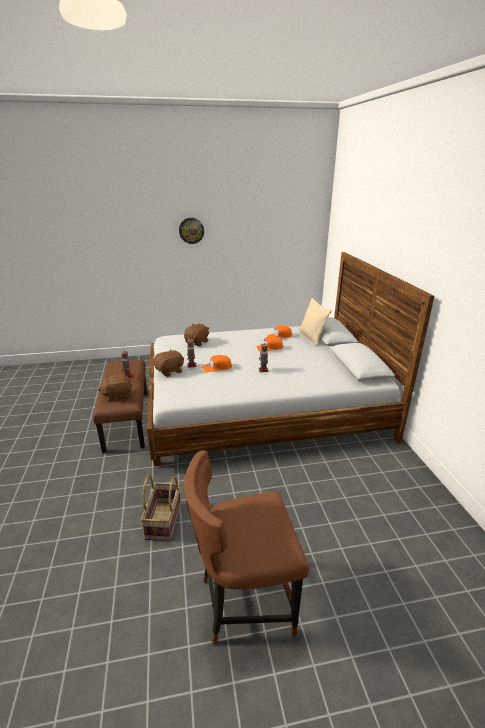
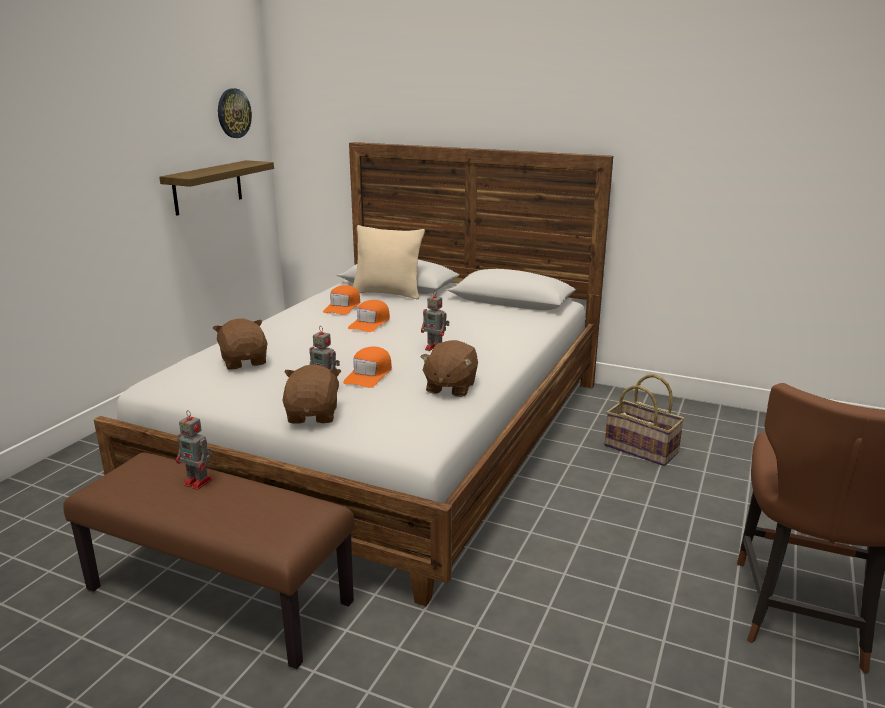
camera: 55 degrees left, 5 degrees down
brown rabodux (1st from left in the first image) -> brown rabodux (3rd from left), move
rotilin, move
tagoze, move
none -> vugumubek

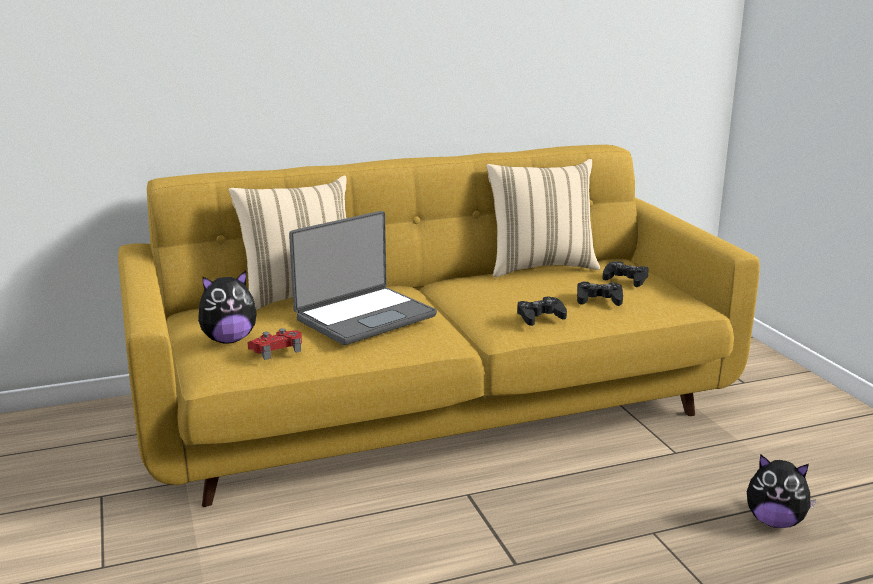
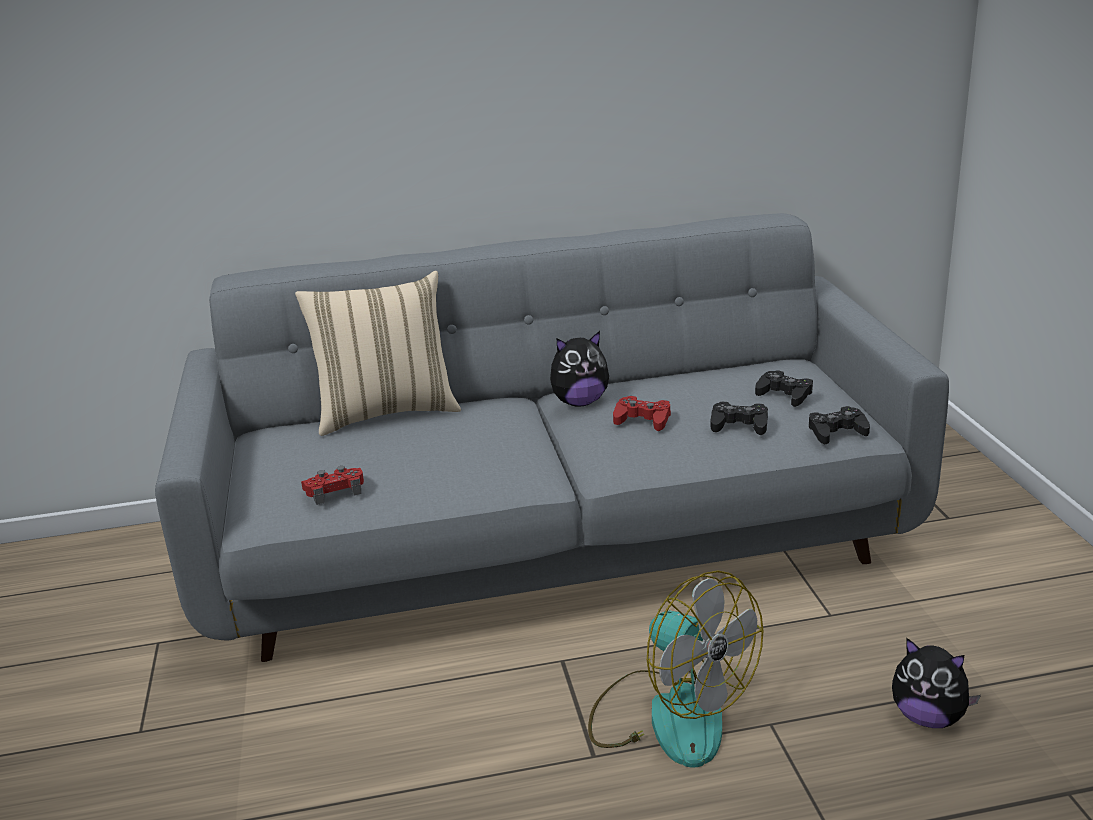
camera: 10 degrees right, 5 degrees up
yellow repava -> grey repava
rabodux (1st from left), move
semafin -> none
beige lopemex (2nd from left) -> none
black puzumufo (1st from left in the first image) -> black puzumufo (3rd from left), move
none -> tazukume
none -> red puzumufo (2nd from left)

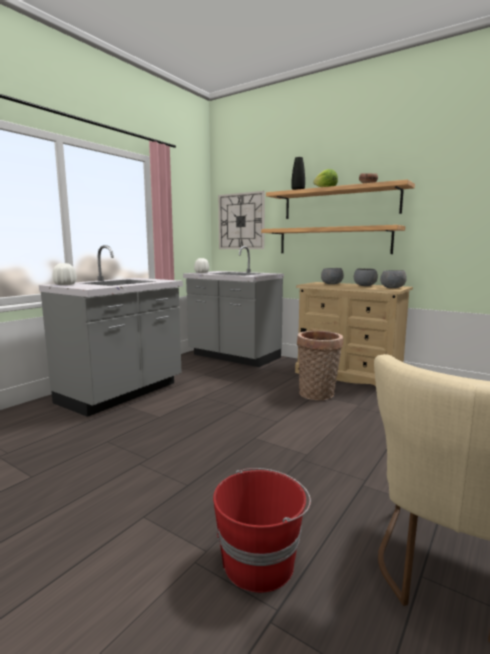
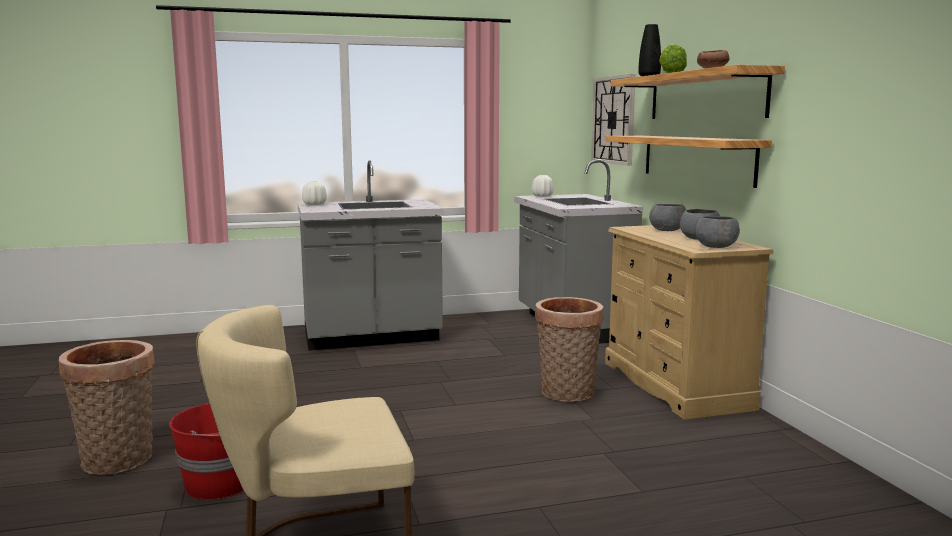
camera: 40 degrees right, 0 degrees up
none -> rotilin (1st from left)

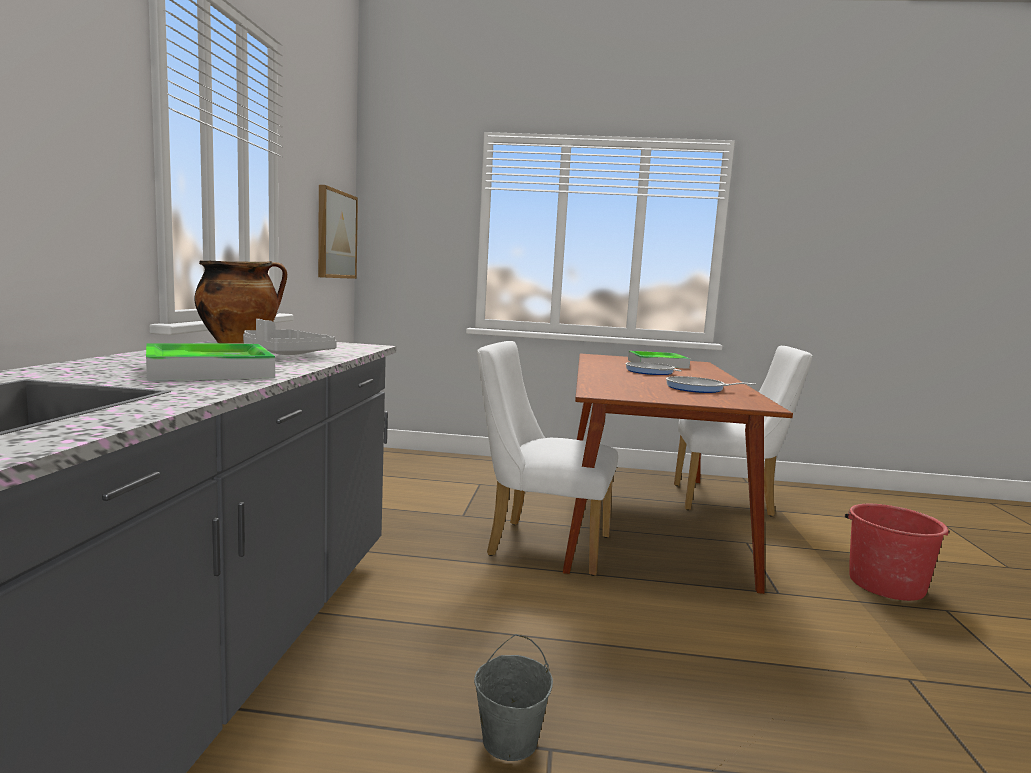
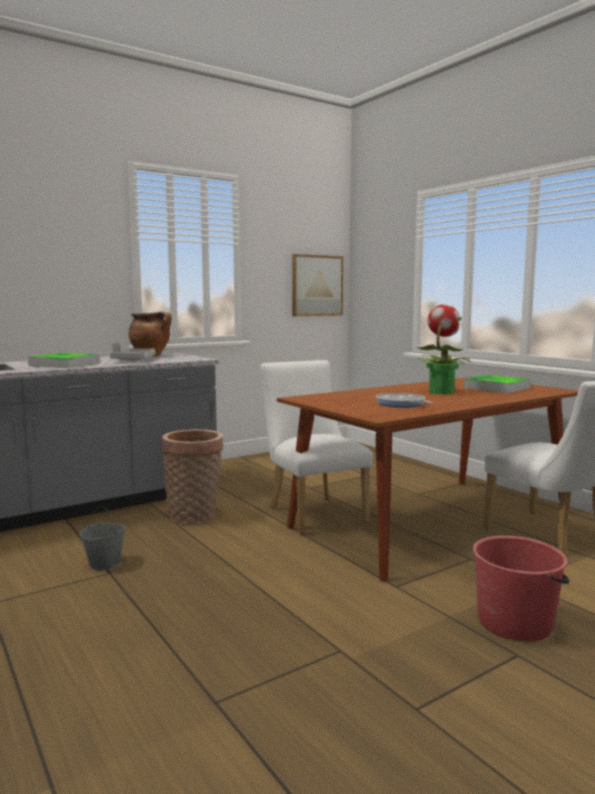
camera: 50 degrees right, 0 degrees up
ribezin (1st from left) -> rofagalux
none -> rotilin

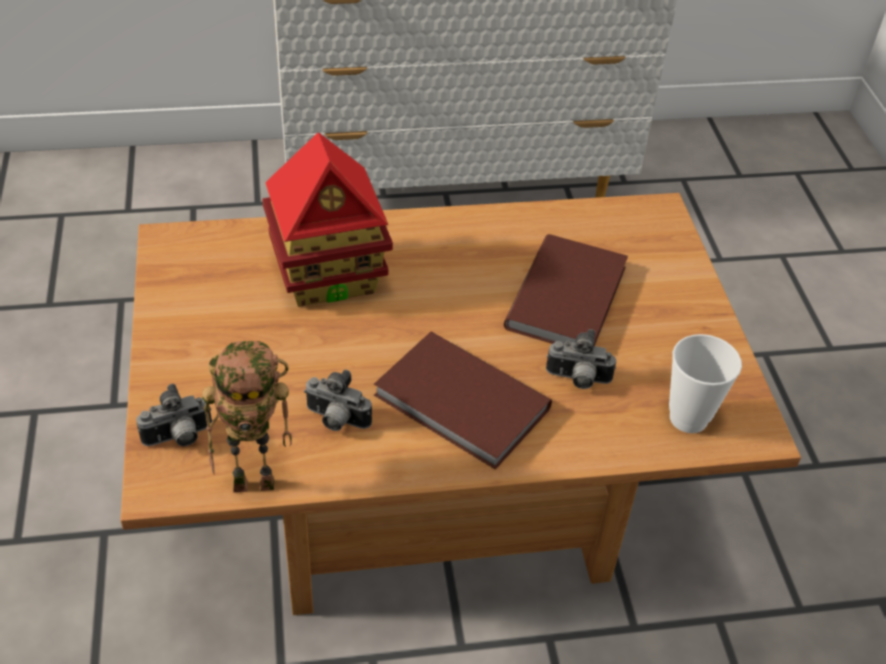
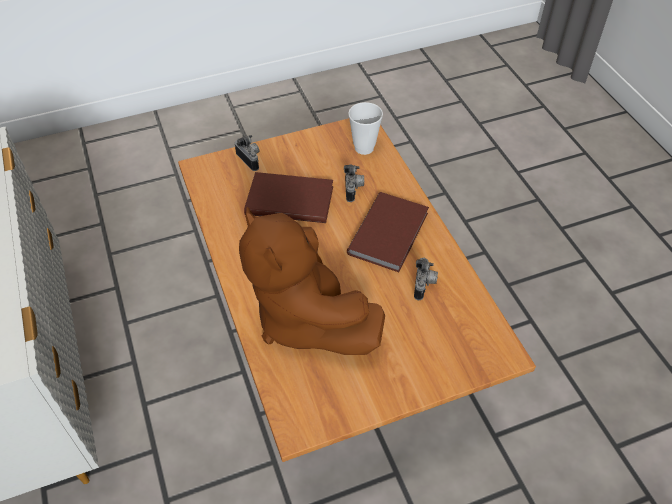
camera: 100 degrees left, 5 degrees up
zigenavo (1st from left), move
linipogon -> none
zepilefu -> brown rabodux

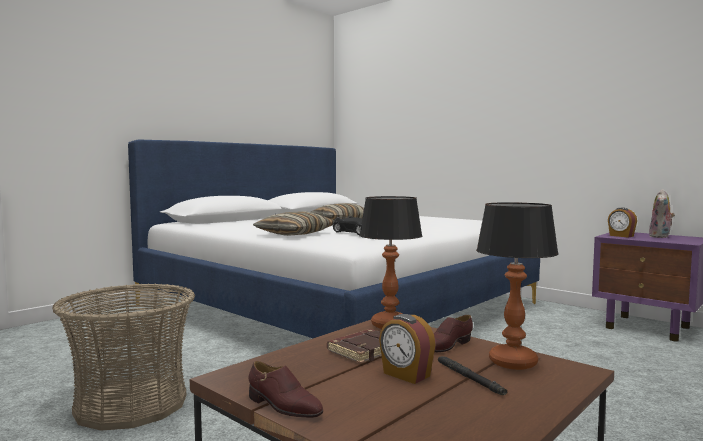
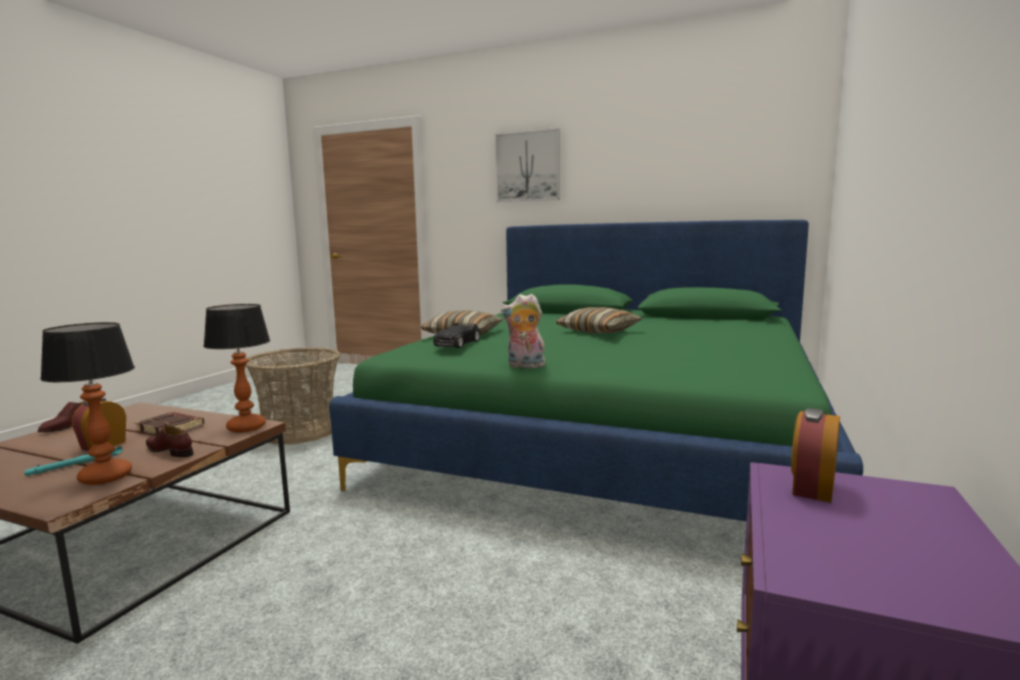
camera: 70 degrees right, 5 degrees up
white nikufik -> green nikufik
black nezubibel -> turquoise nezubibel
rabodux, move
none -> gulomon

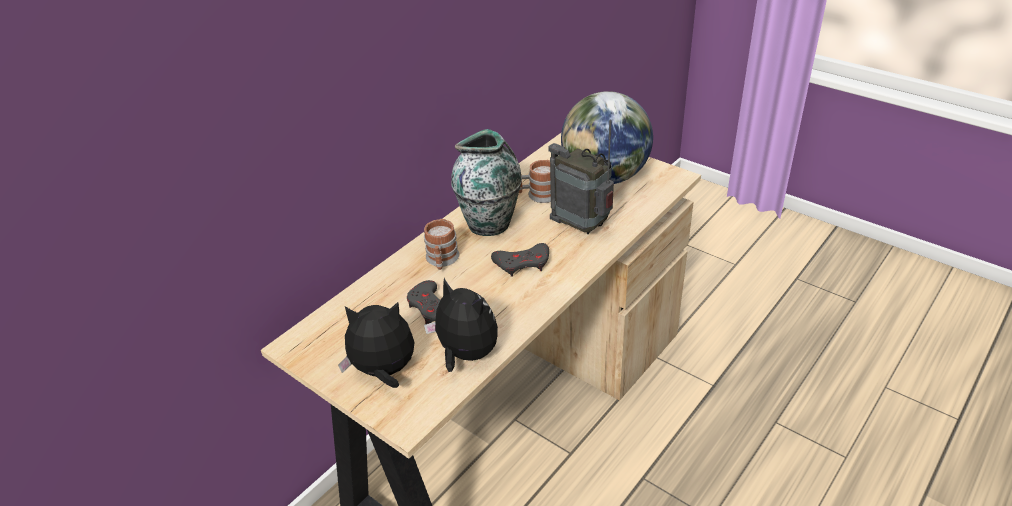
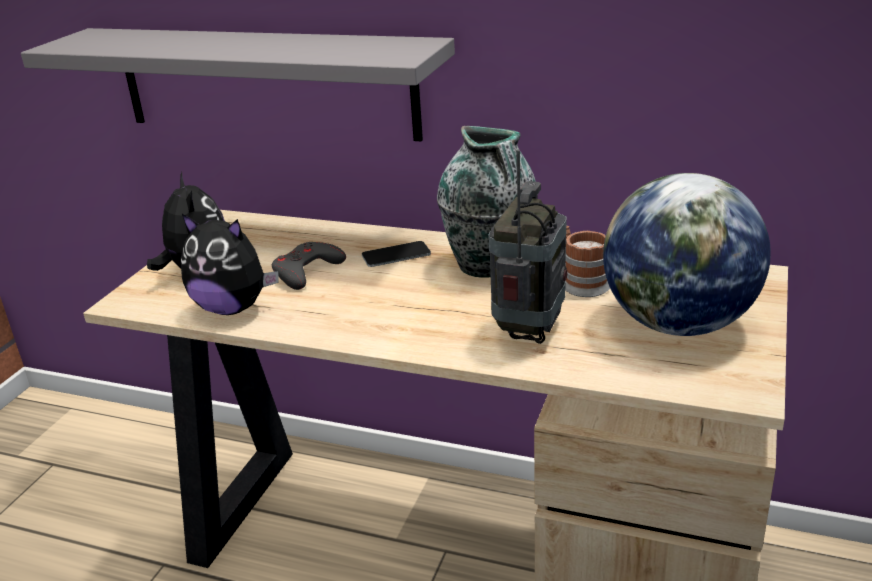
camera: 70 degrees right, 10 degrees down
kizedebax (1st from left) -> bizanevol
rabodux (2nd from left), 90 degrees clockwise
grey puzumufo (2nd from left) -> none
none -> grey vugumubek

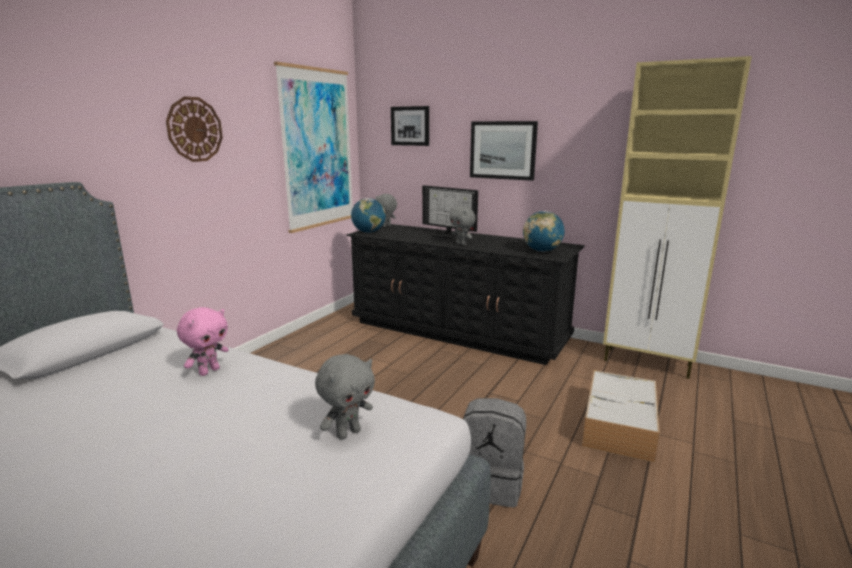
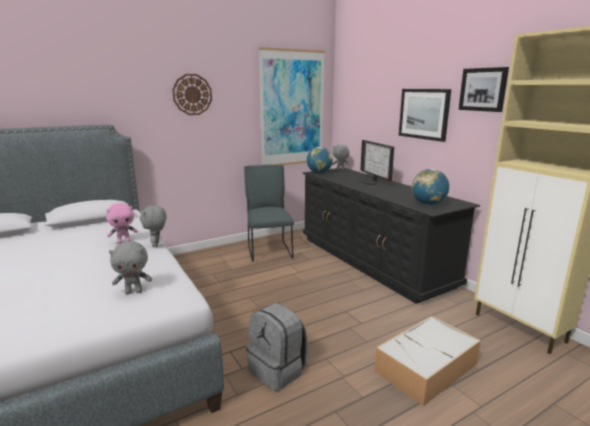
camera: 30 degrees right, 0 degrees up
gulomon (2nd from left in the first image) -> gulomon (3rd from left), move
grey rabodux (3rd from left in the first image) -> grey rabodux (2nd from left), move
none -> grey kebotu

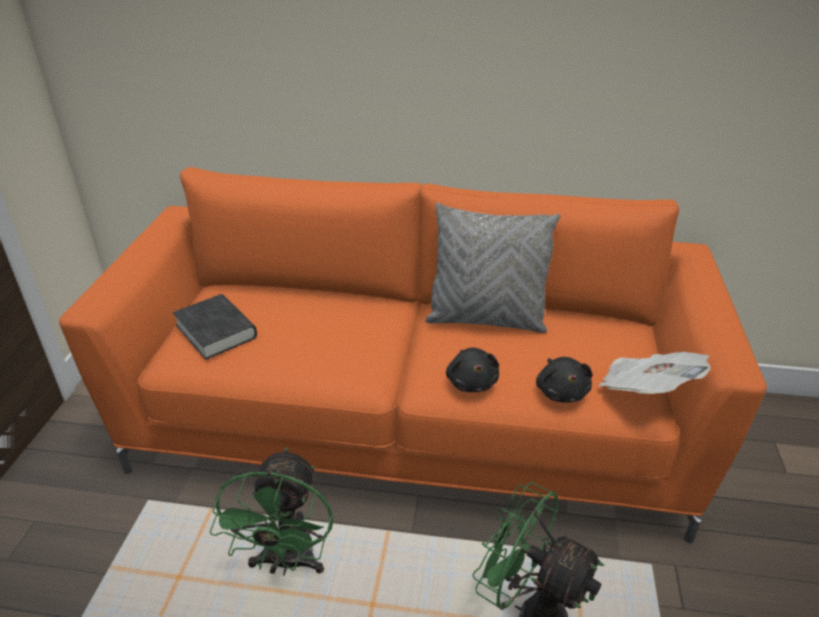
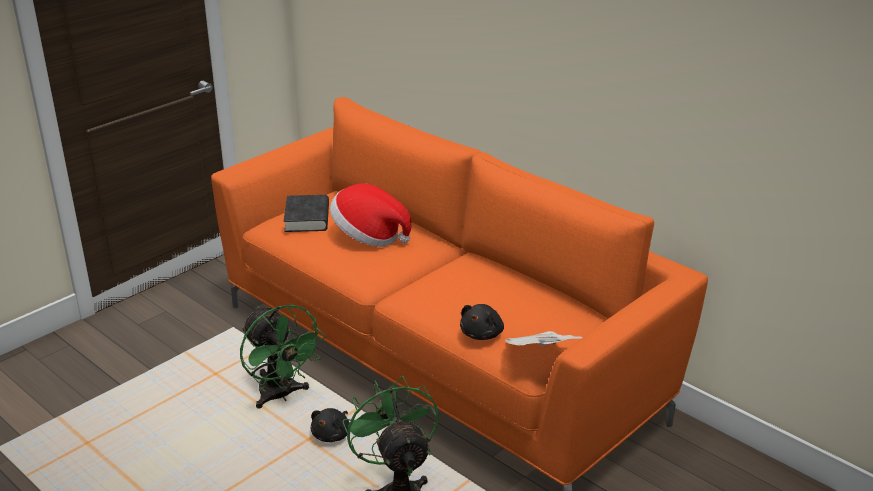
camera: 35 degrees right, 5 degrees down
green tazukume (1st from left), 75 degrees counterclockwise
grey lopemex -> none
black rabodux (1st from left), move
none -> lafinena

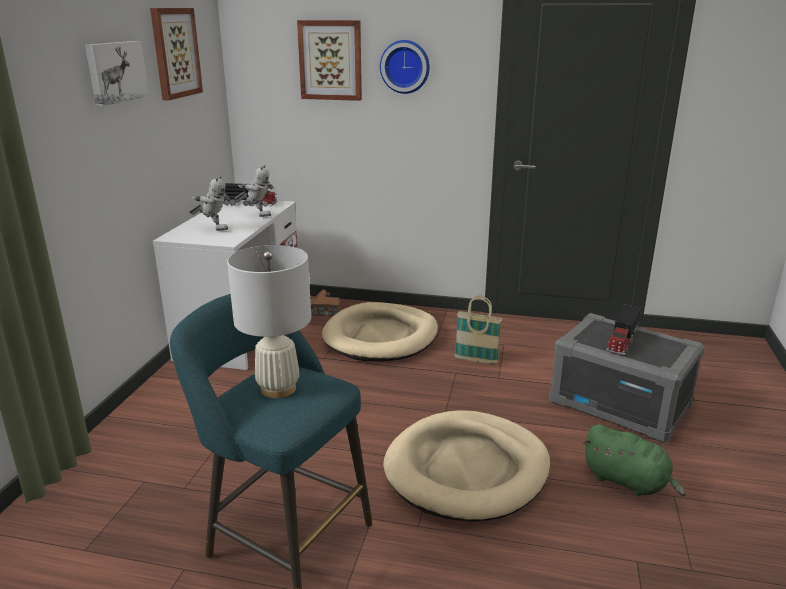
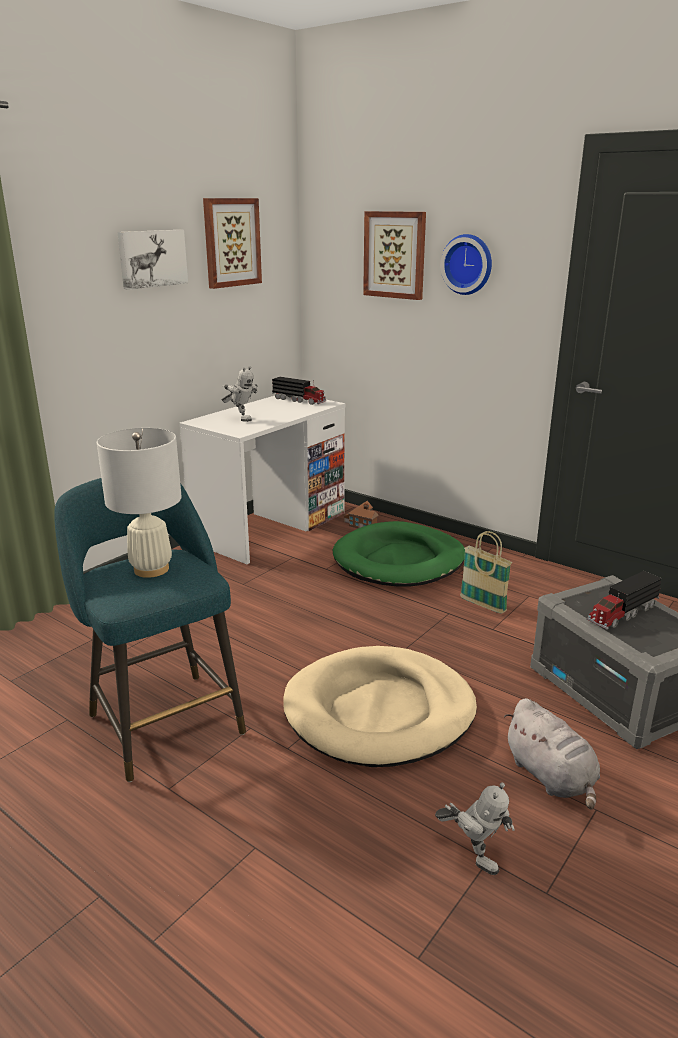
camera: 25 degrees right, 0 degrees up
linipogon (2nd from left), move
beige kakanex (1st from left) -> green kakanex
green rabodux -> grey rabodux

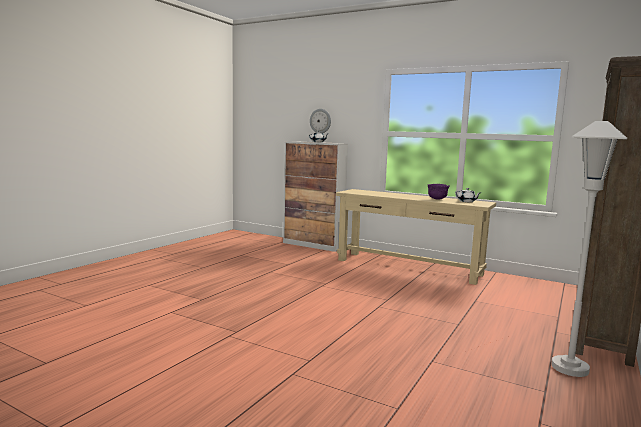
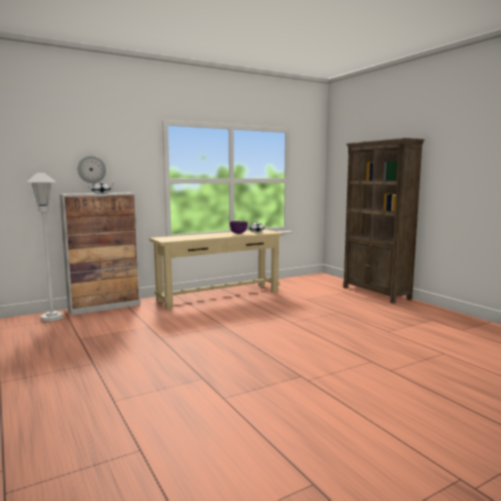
camera: 60 degrees left, 0 degrees up
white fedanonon, move

